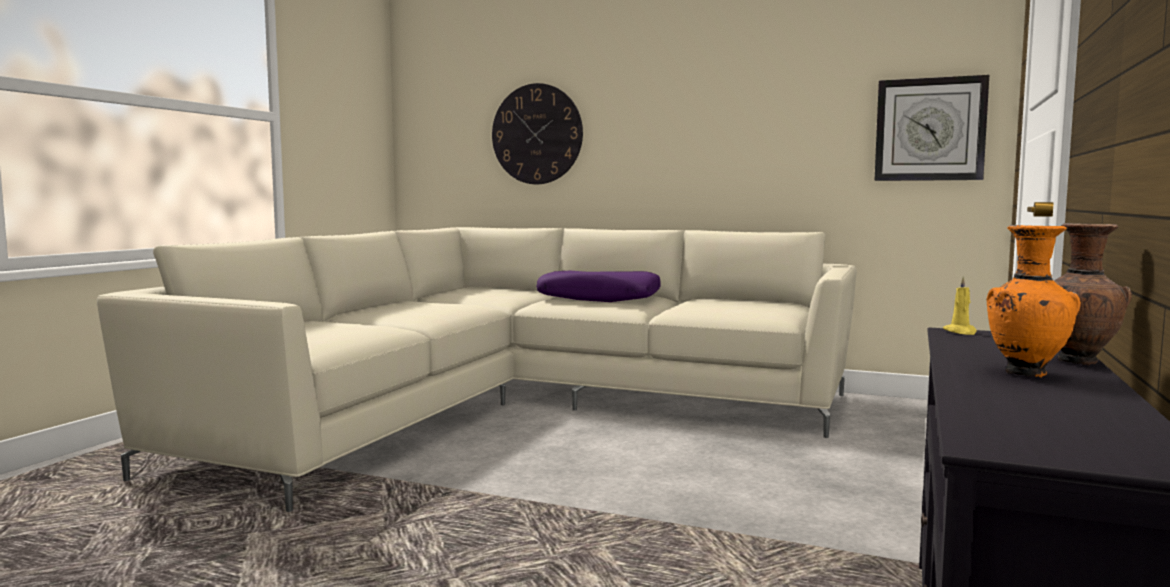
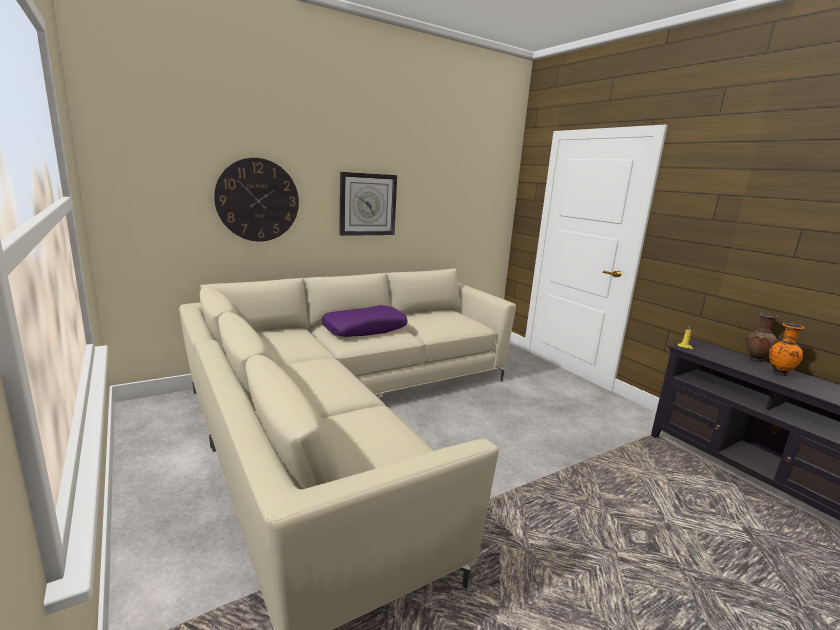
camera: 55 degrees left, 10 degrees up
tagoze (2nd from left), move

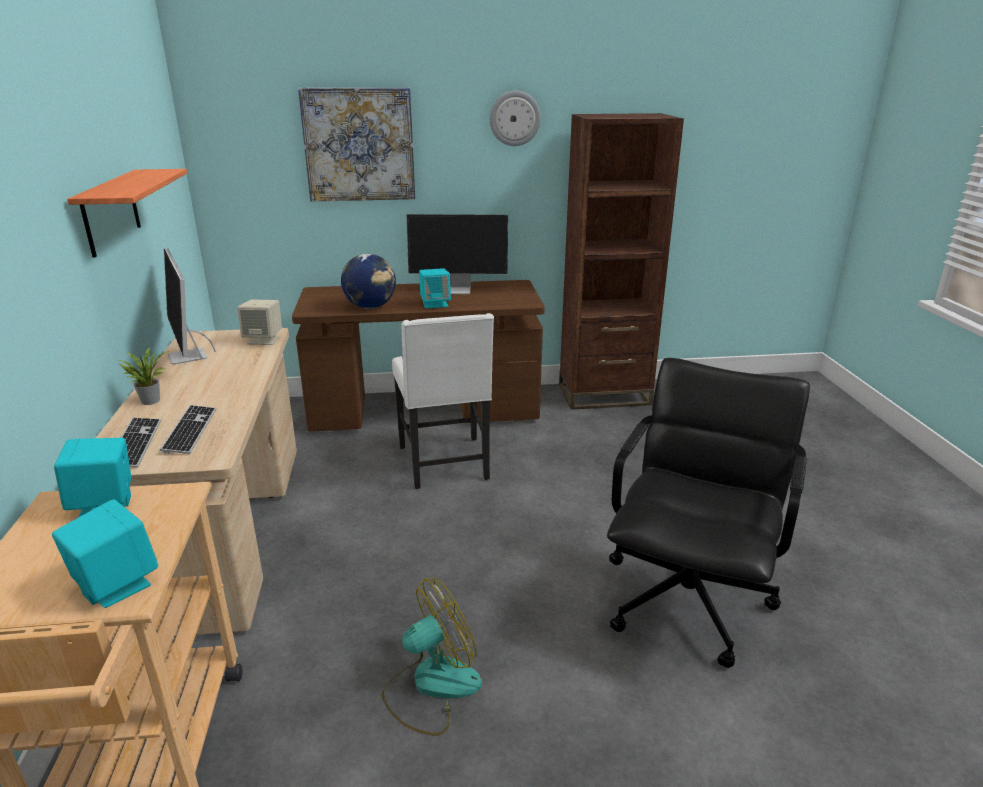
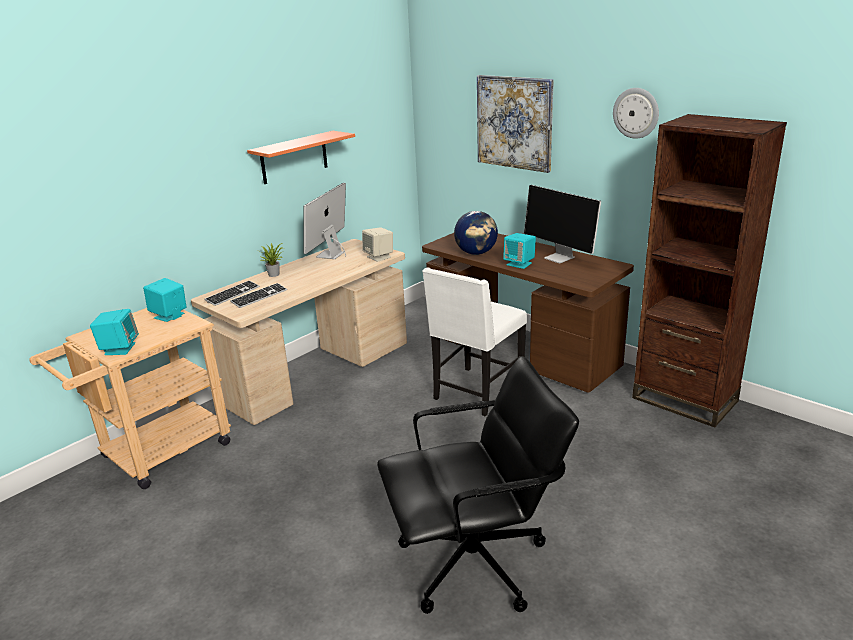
camera: 50 degrees right, 0 degrees up
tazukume -> none

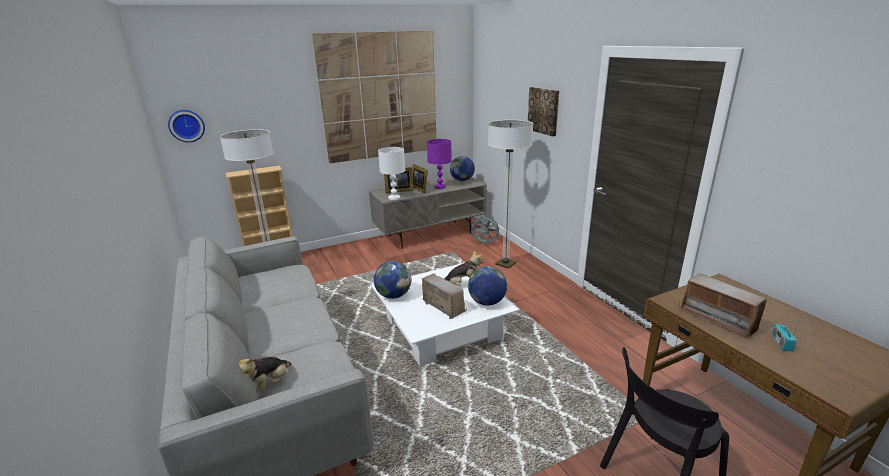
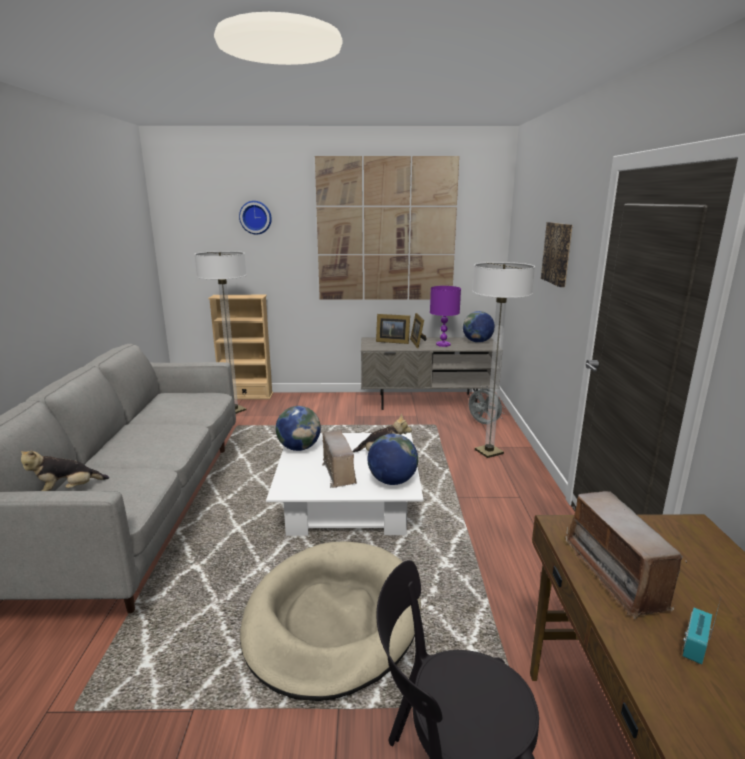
camera: 25 degrees right, 5 degrees down
tagoze, move
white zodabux -> none
none -> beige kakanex

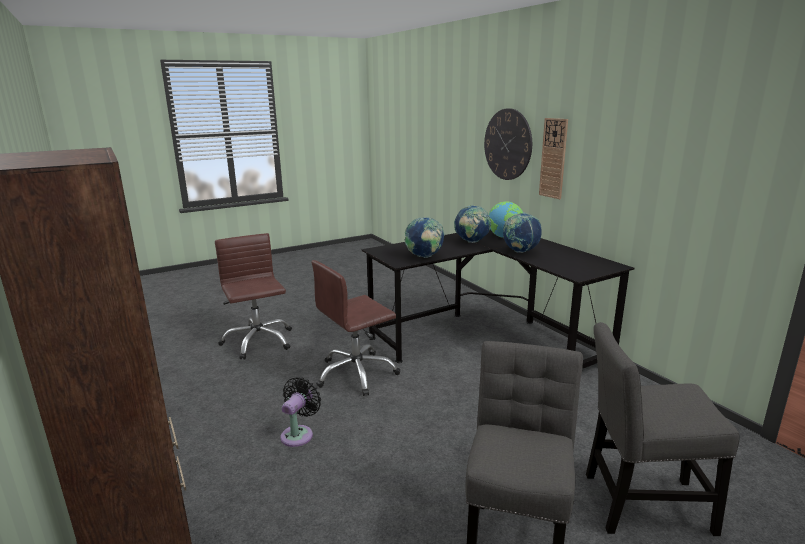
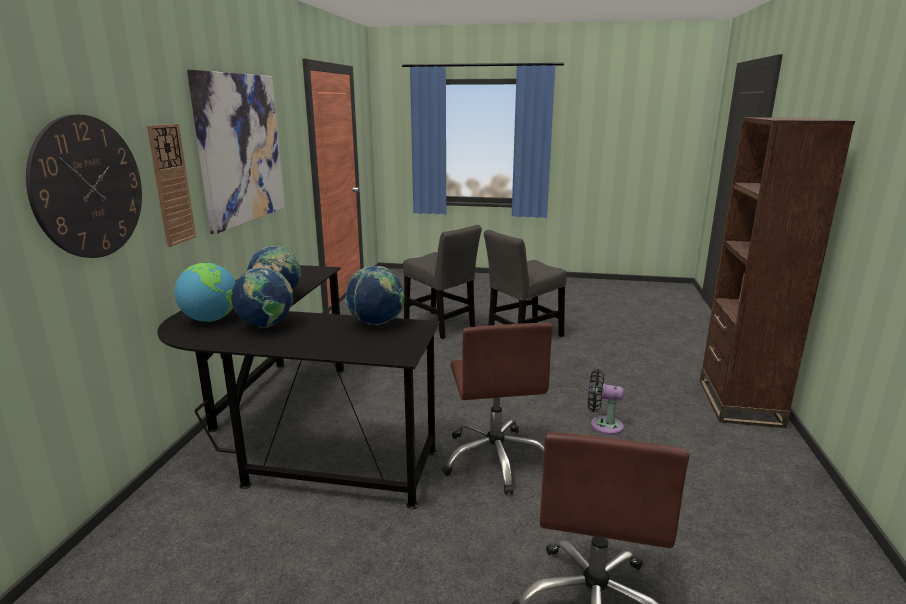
camera: 140 degrees left, 0 degrees up
black tazukume, 45 degrees clockwise
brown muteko (2nd from left in the first image) -> brown muteko (1st from left), 75 degrees clockwise
none -> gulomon

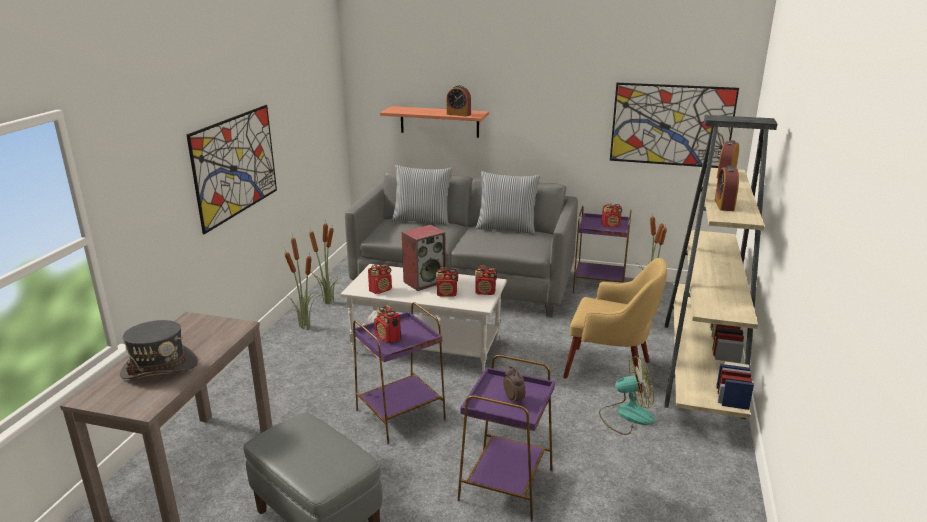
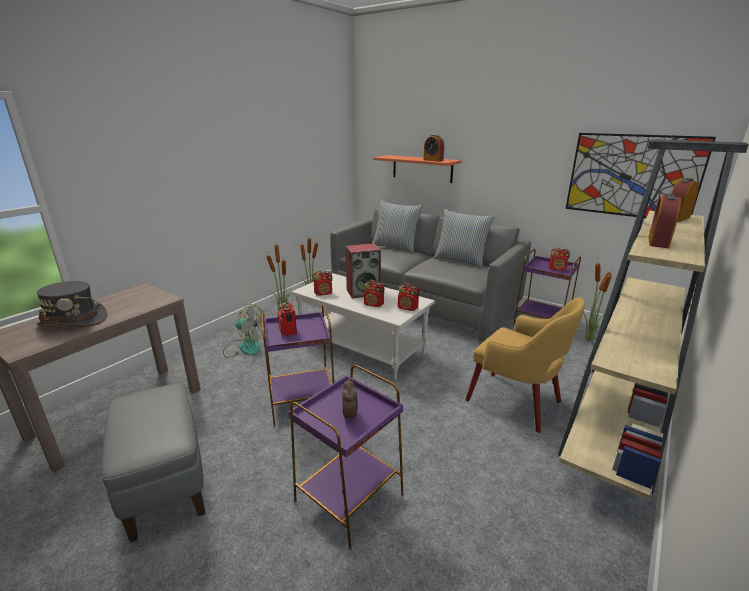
camera: 20 degrees right, 0 degrees up
gulomon (1st from left) -> none
tazukume, move

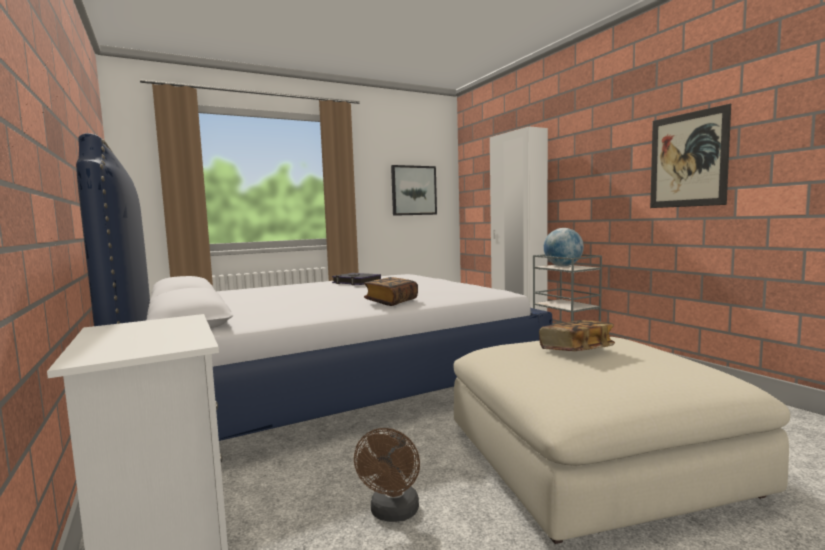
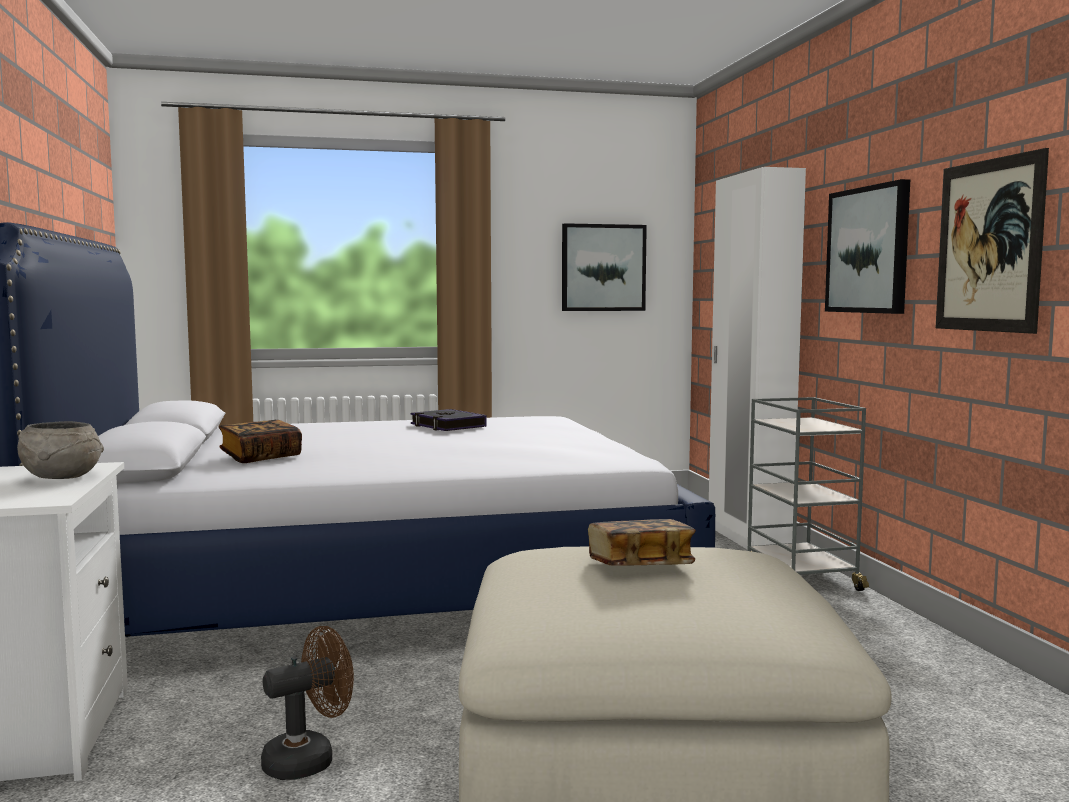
camera: 15 degrees right, 0 degrees up
brown tazukume, 150 degrees counterclockwise
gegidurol (2nd from left in the first image) -> gegidurol (1st from left), move
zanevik -> none
none -> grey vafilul
none -> gulomon (2nd from left)

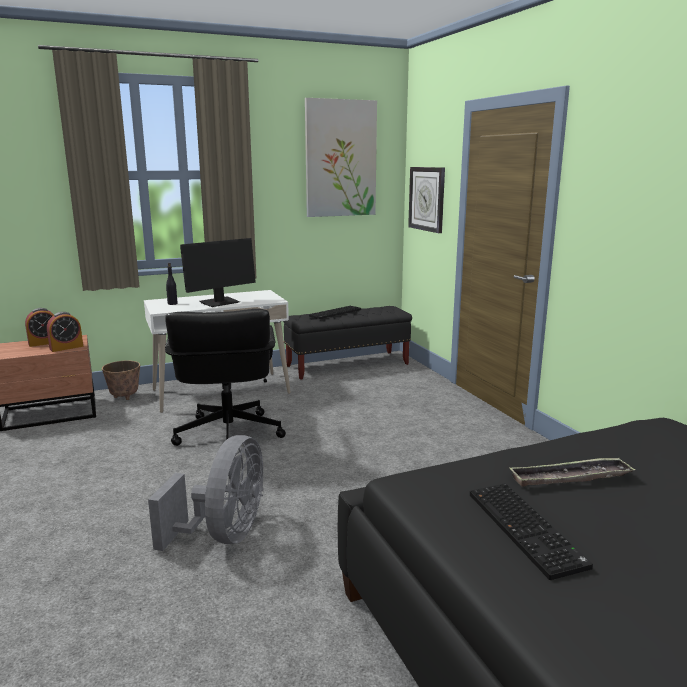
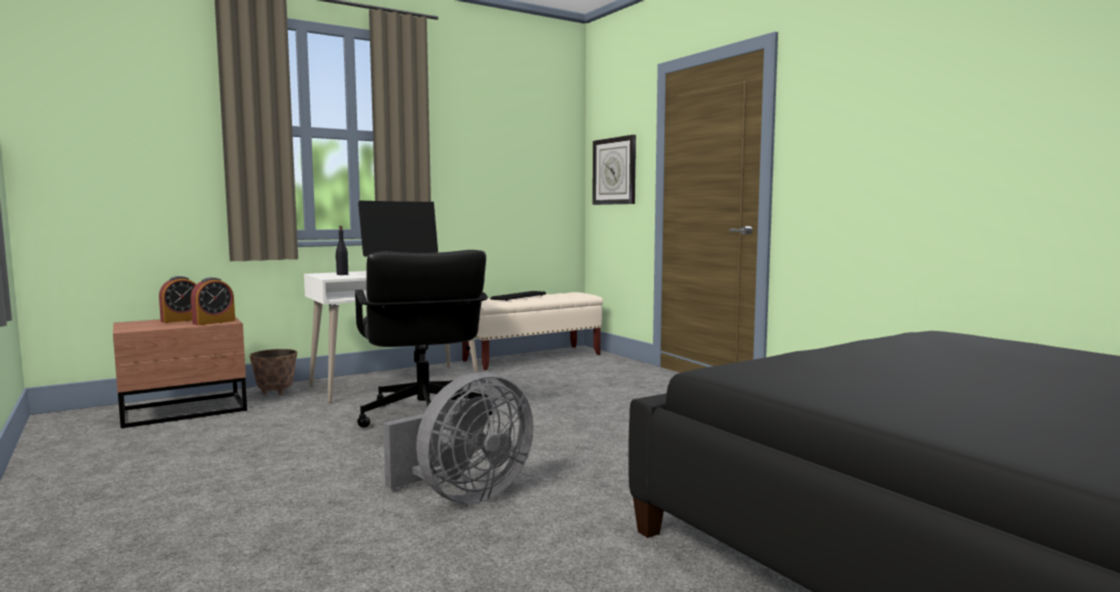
camera: 10 degrees left, 10 degrees down
grey tazukume, 45 degrees clockwise
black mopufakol -> beige mopufakol
gulomon -> none
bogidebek (2nd from left) -> none
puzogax -> none

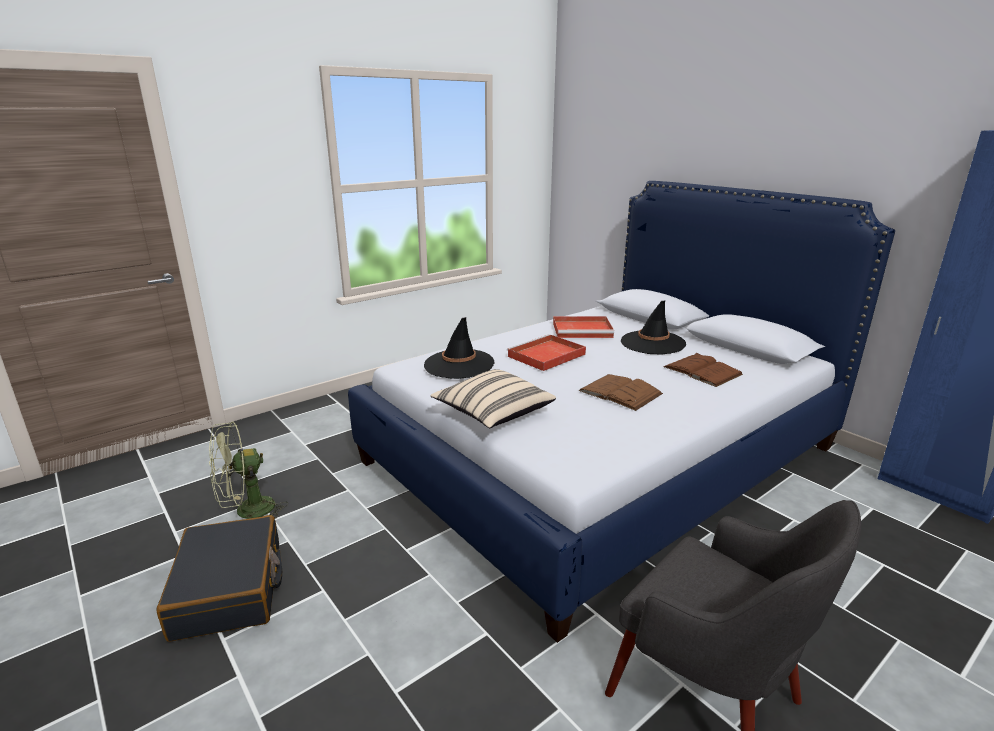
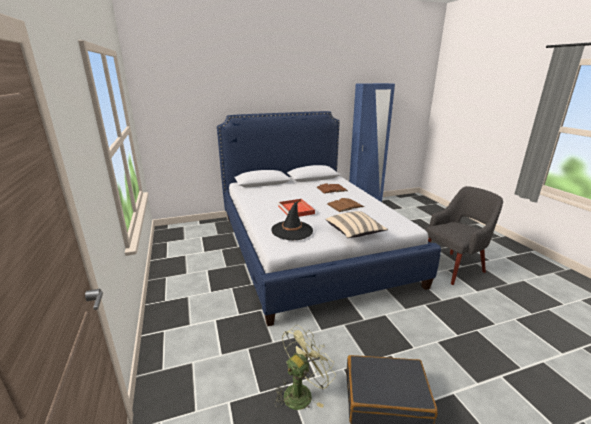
camera: 70 degrees left, 0 degrees up
green tazukume, 120 degrees counterclockwise
red puzogax (2nd from left) -> none
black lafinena (2nd from left) -> none

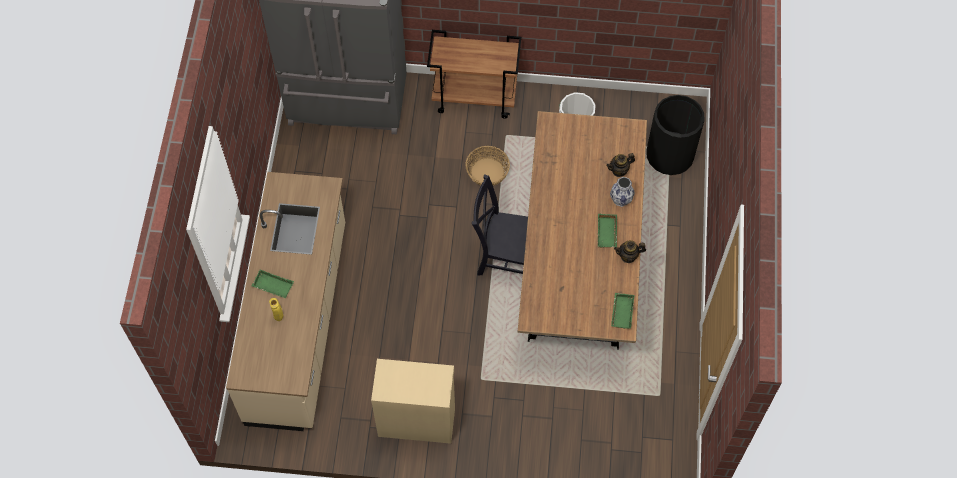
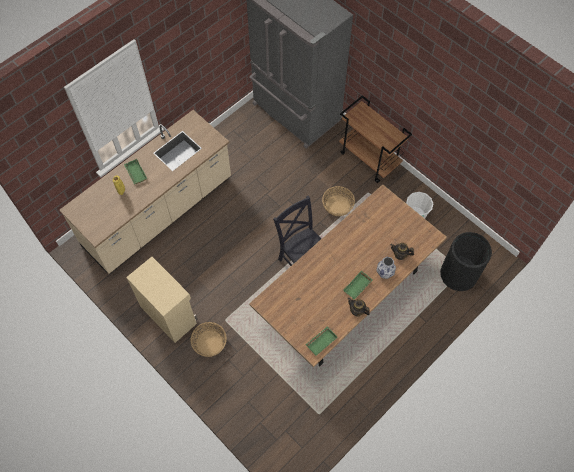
camera: 40 degrees right, 0 degrees up
none -> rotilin (1st from left)

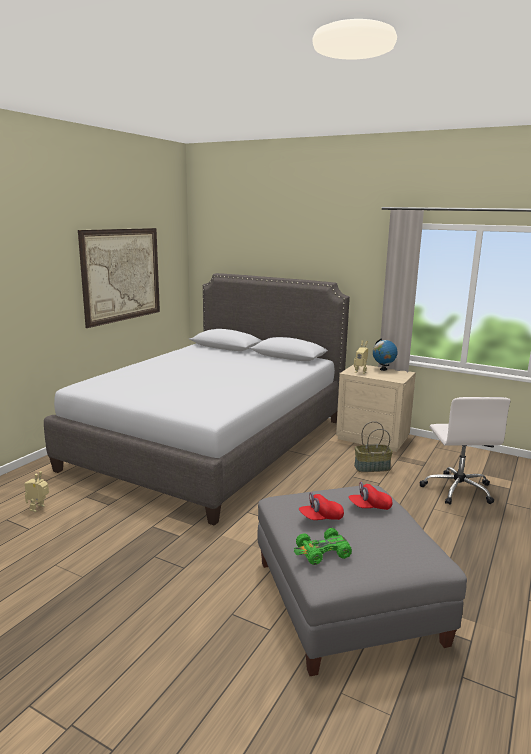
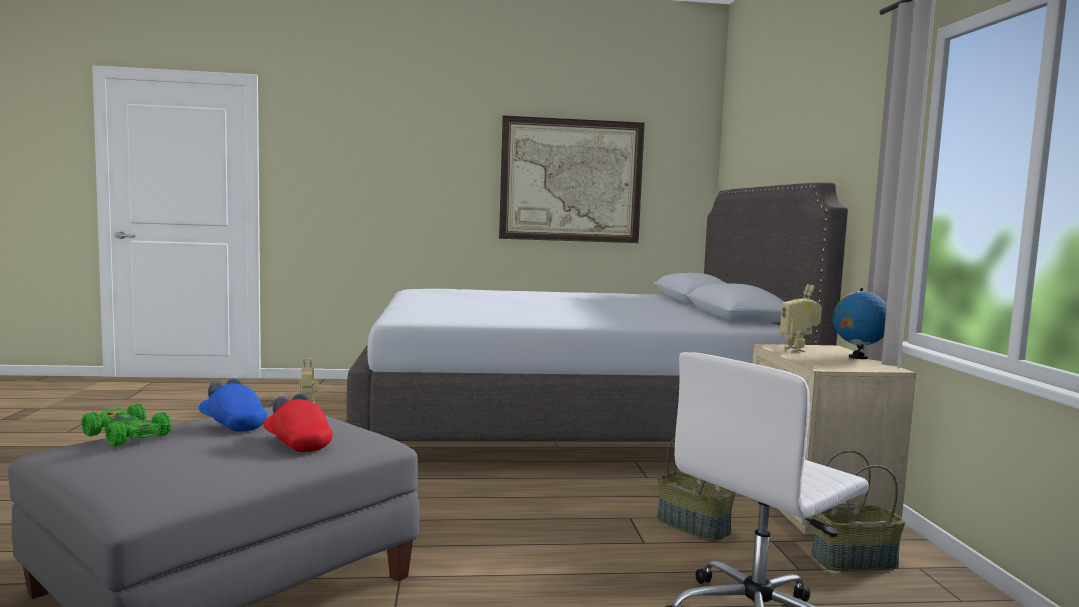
camera: 55 degrees right, 10 degrees down
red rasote (1st from left) -> blue rasote
none -> rotilin (2nd from left)

